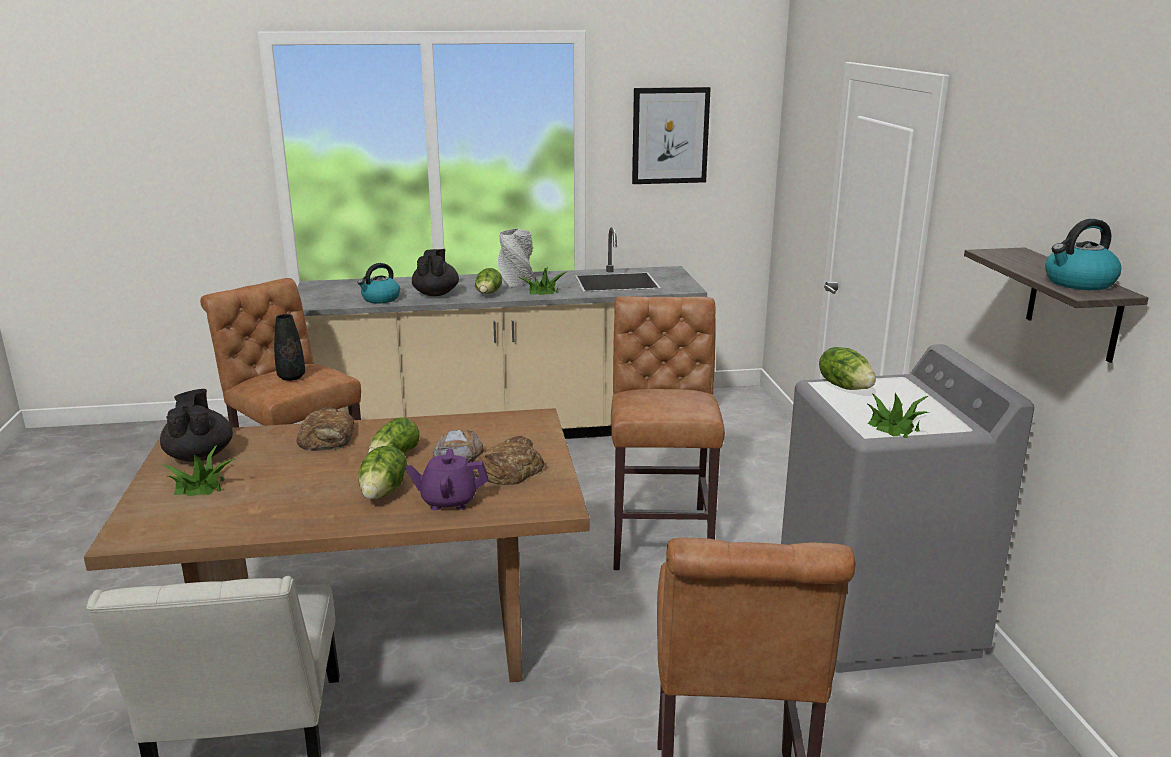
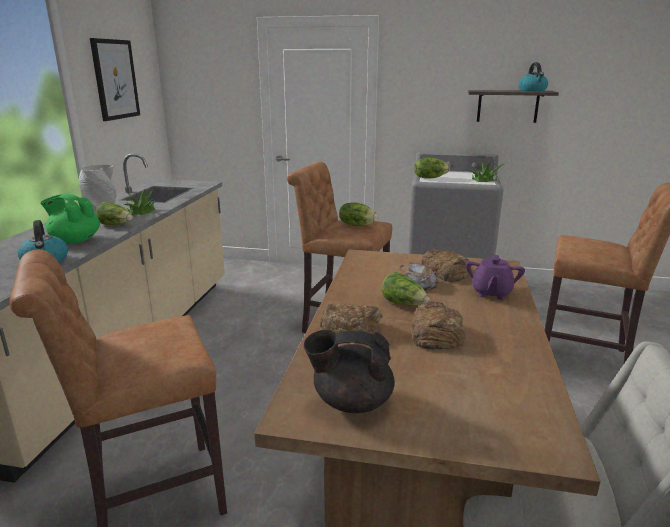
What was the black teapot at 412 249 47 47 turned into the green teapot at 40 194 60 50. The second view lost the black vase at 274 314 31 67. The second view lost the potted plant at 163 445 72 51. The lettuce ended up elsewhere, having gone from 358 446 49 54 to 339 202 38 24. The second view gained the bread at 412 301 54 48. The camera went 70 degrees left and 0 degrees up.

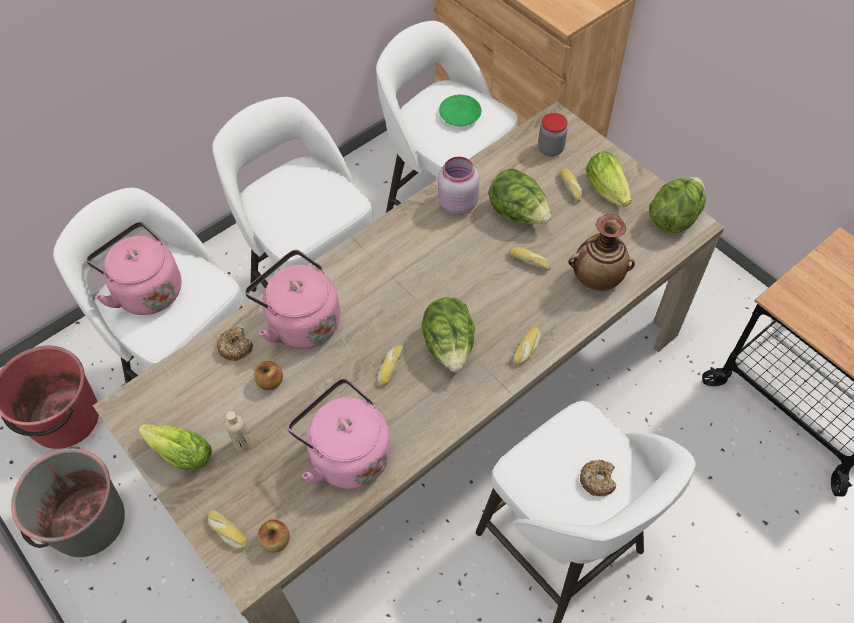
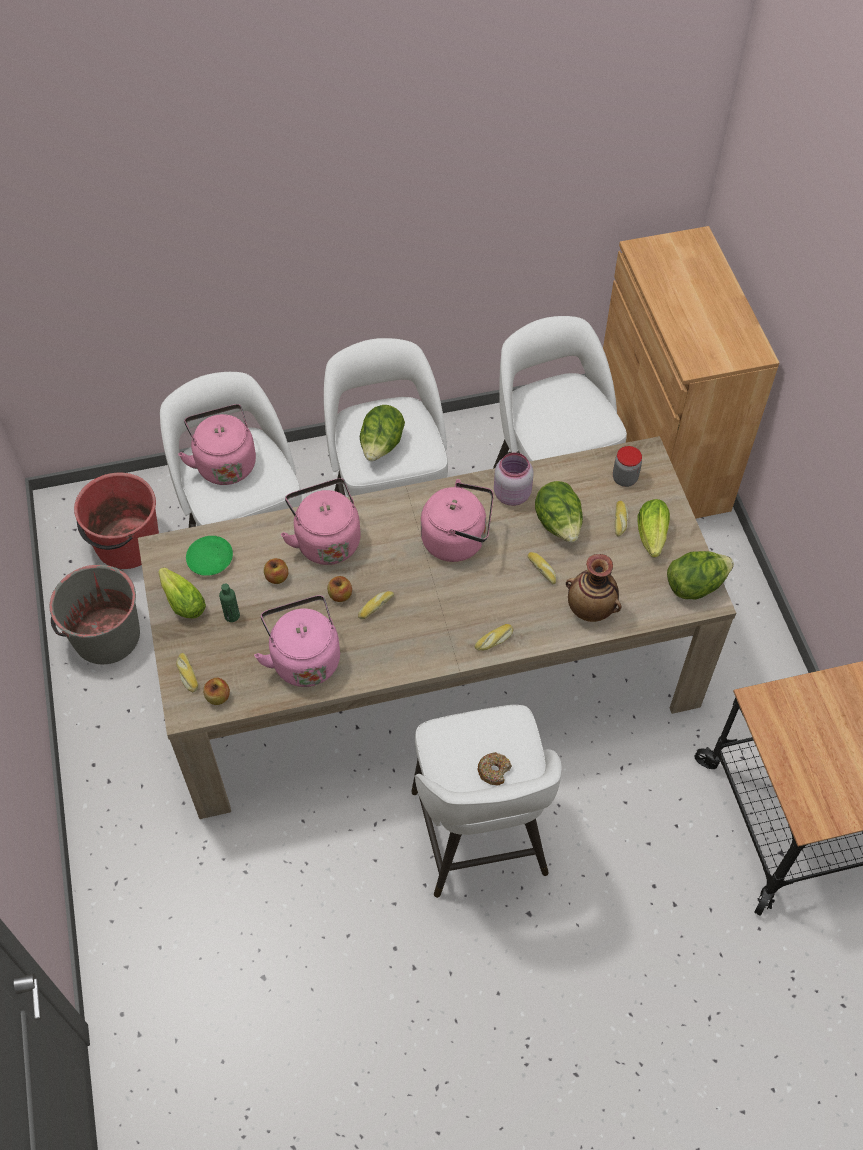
The green plate ended up elsewhere, having gone from 439 94 43 32 to 186 536 47 40. The lettuce ended up elsewhere, having gone from 422 297 53 75 to 360 405 45 56. The second view lost the donut at 217 327 36 34. What was the beige bottle at 225 411 28 41 turned into the green bottle at 219 583 21 39. The second view gained the pink kettle at 421 479 73 83. The second view gained the apple at 327 576 25 26. The camera went 25 degrees right and 0 degrees up.

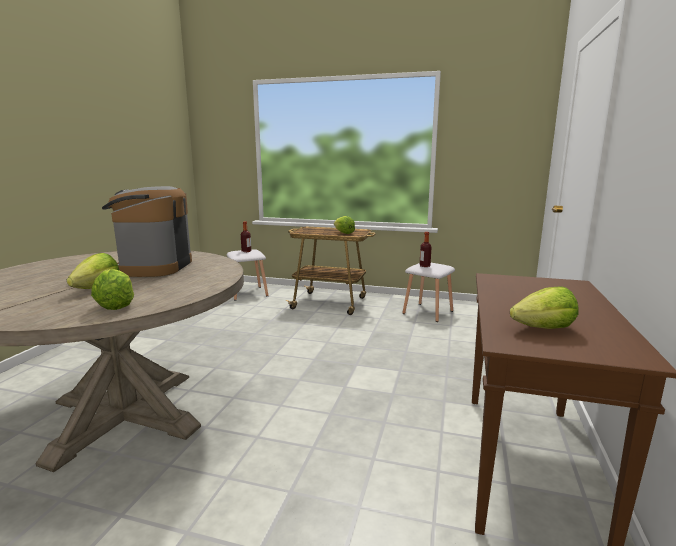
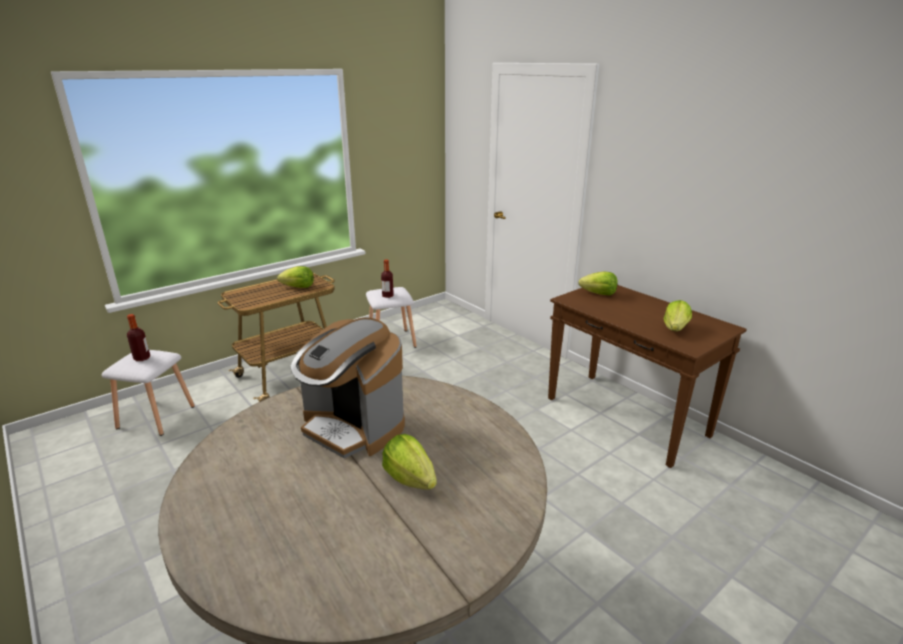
The lettuce ended up elsewhere, having gone from 91 269 43 41 to 578 271 40 24. The camera went 55 degrees left and 10 degrees up.

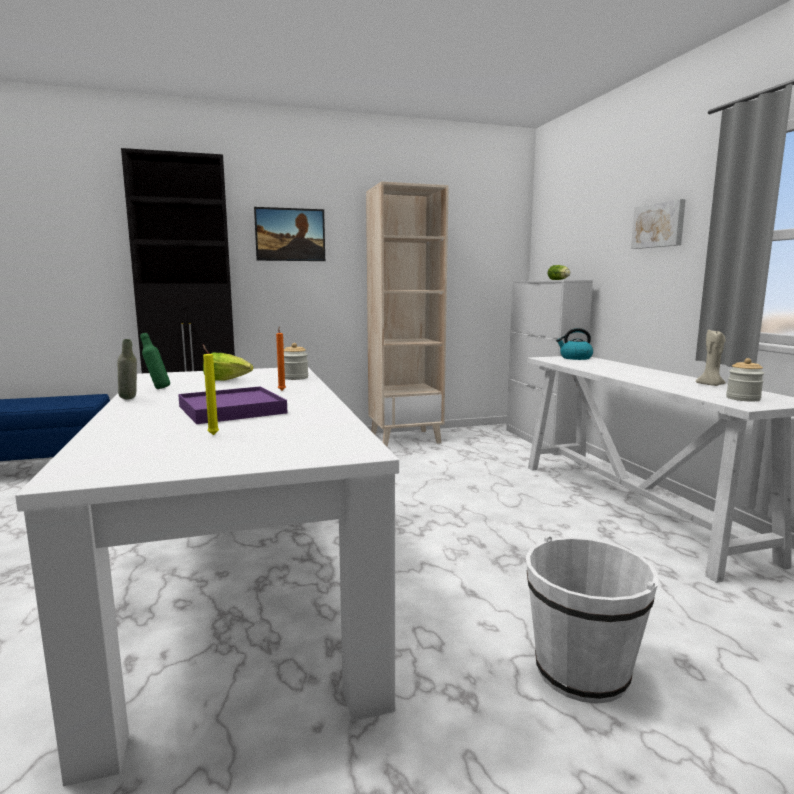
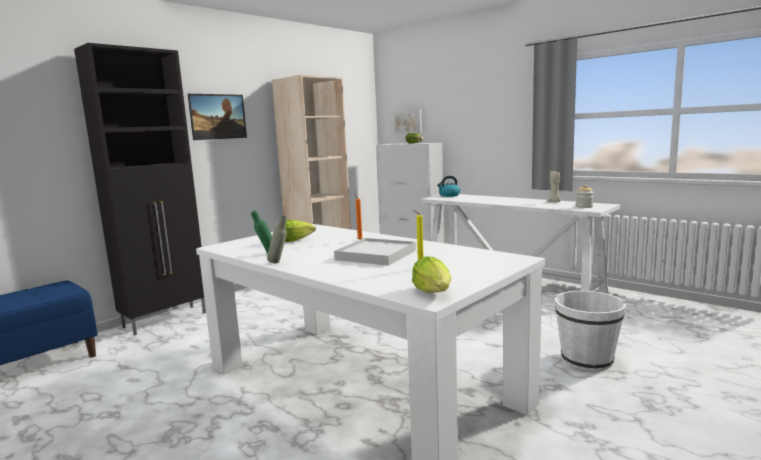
The picture ended up elsewhere, having gone from 631 199 55 50 to 393 109 29 25. The second view lost the jar at 284 343 24 37. What was the purple tray at 178 386 109 38 turned into the white tray at 334 238 82 28. The second view gained the lettuce at 412 256 39 37. The camera went 30 degrees left and 0 degrees up.

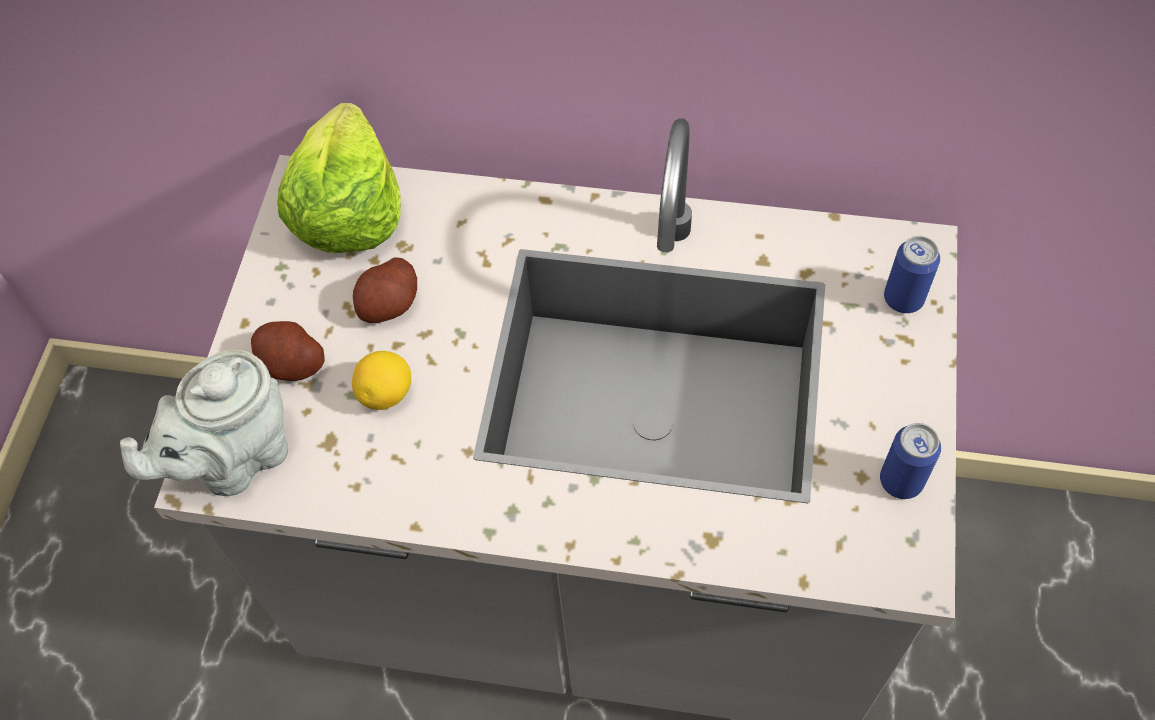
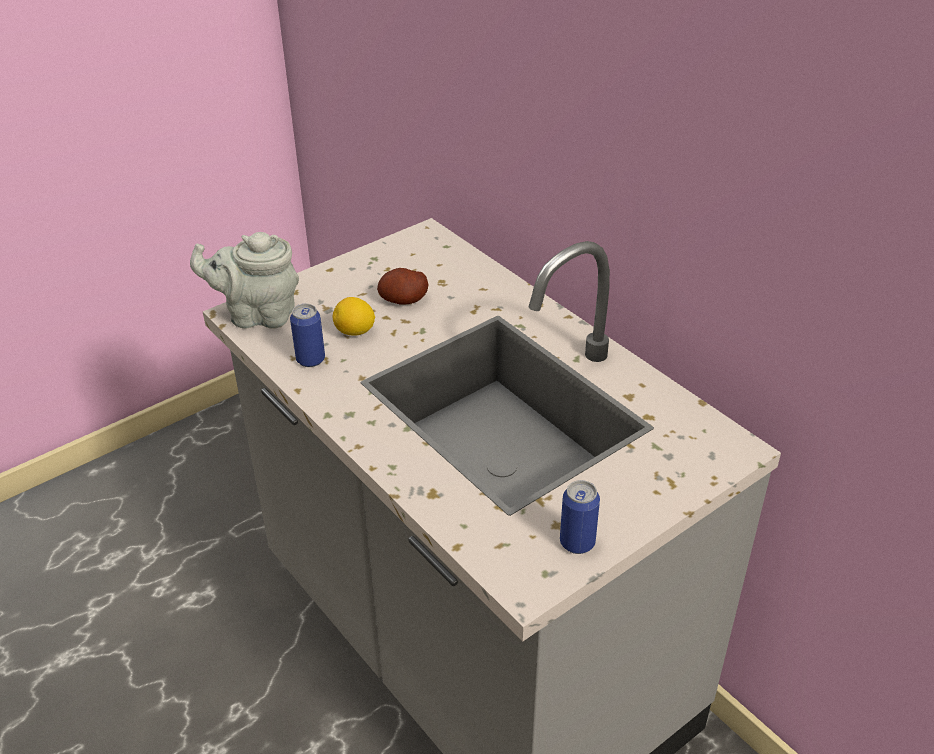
The second view lost the lettuce at 277 103 124 150. The can ended up elsewhere, having gone from 884 236 56 77 to 290 304 35 63. The second view lost the potato at 251 321 74 60. The camera went 40 degrees right and 20 degrees down.

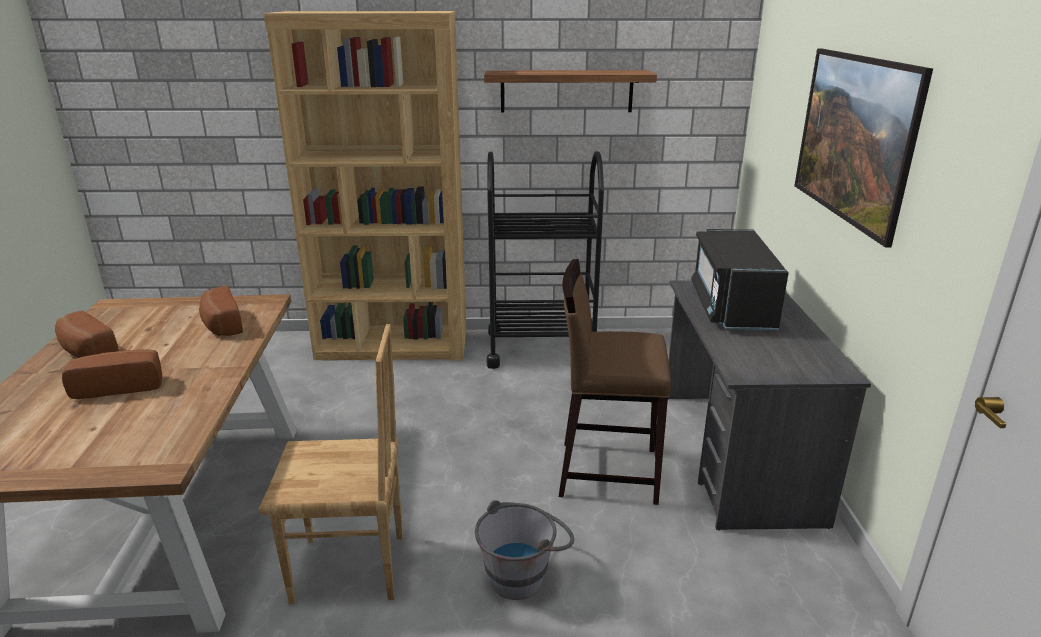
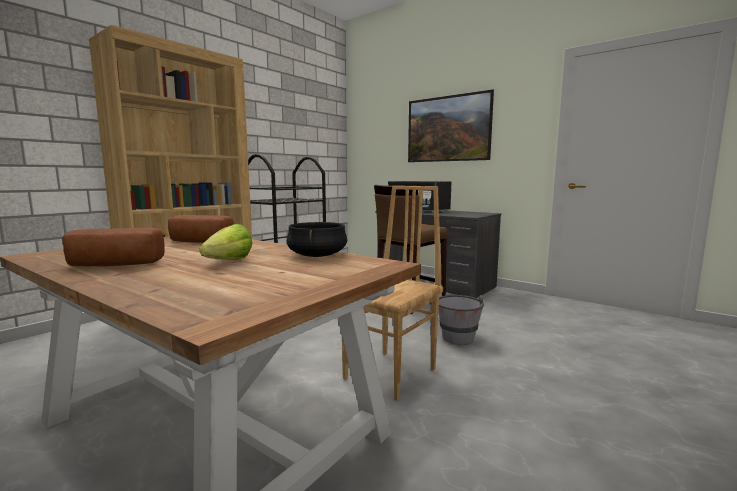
The second view lost the shelf at 484 70 173 42. Where the bread stood at 62 350 100 49, the lettuce came to stand at 200 224 52 36. The second view gained the black cooking pot at 287 222 60 35. The camera went 50 degrees left and 15 degrees down.

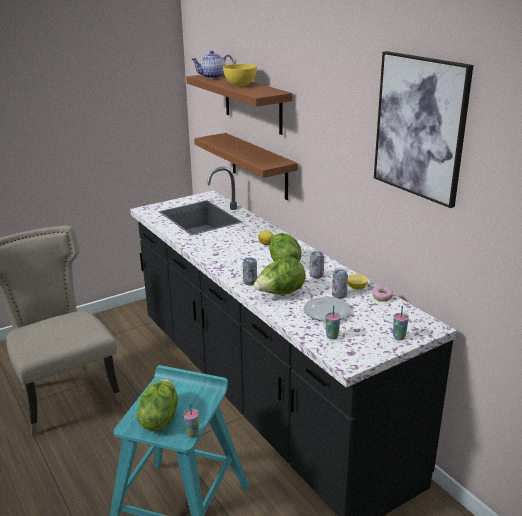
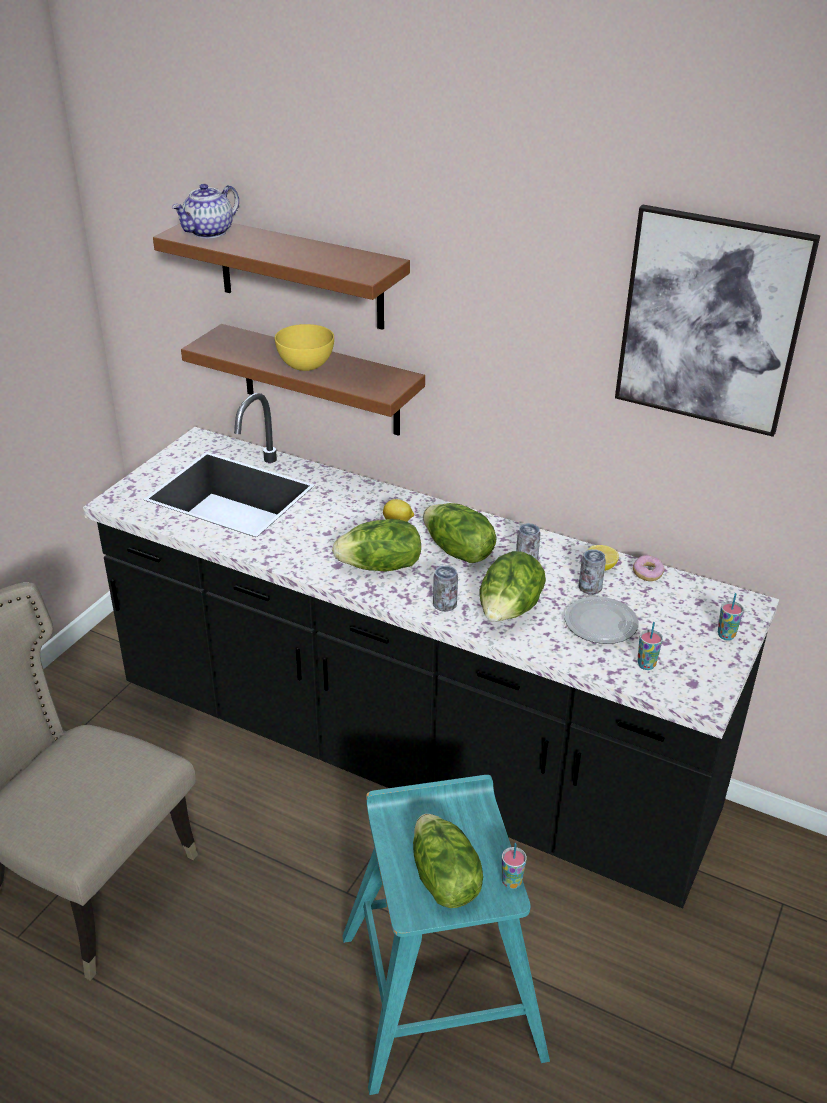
The yellow bowl ended up elsewhere, having gone from 223 64 34 22 to 275 324 59 47. The second view gained the lettuce at 332 519 89 52. The camera went 30 degrees left and 10 degrees up.

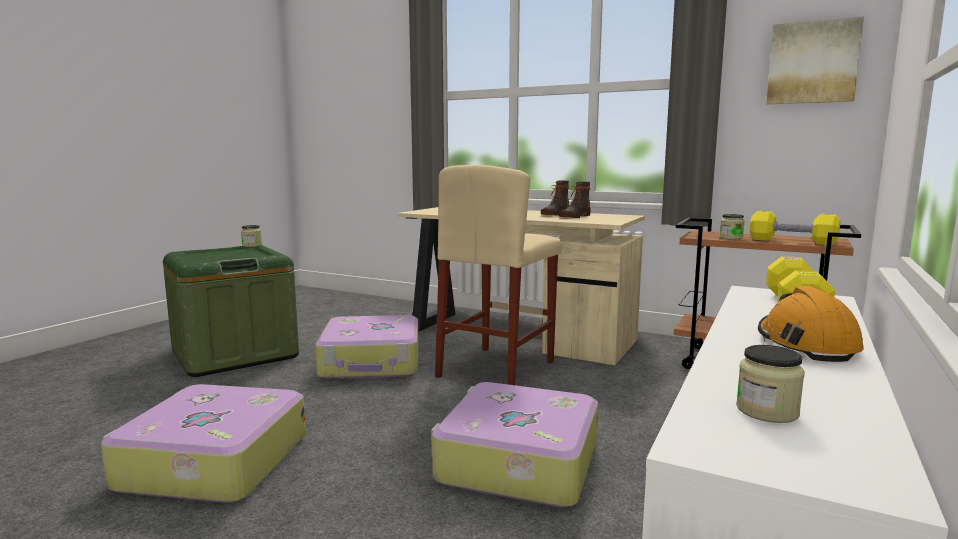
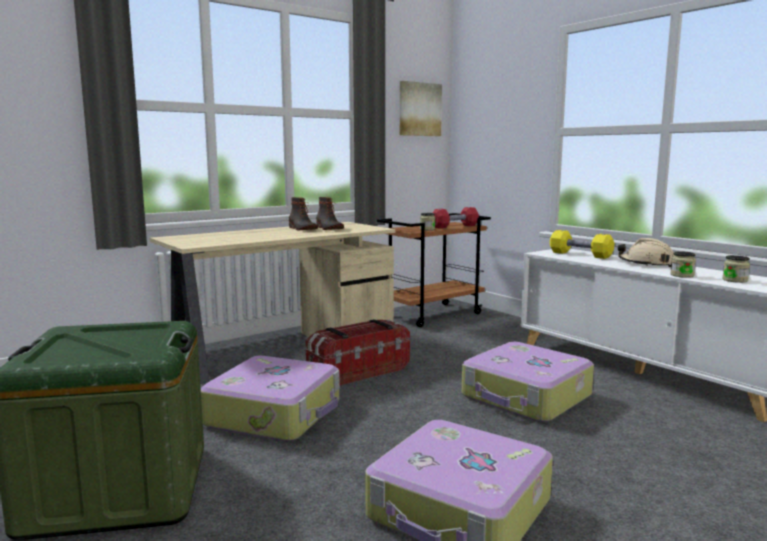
Where the beige stool stood at 435 165 127 220, the storage box came to stand at 306 319 104 66. What was the yellow dumbbell at 750 211 90 34 turned into the red dumbbell at 433 207 46 22. The jar ended up elsewhere, having gone from 241 225 21 22 to 670 251 26 27. What was the orange hard hat at 758 286 106 76 turned into the beige hard hat at 618 238 56 29. The camera went 65 degrees left and 0 degrees up.

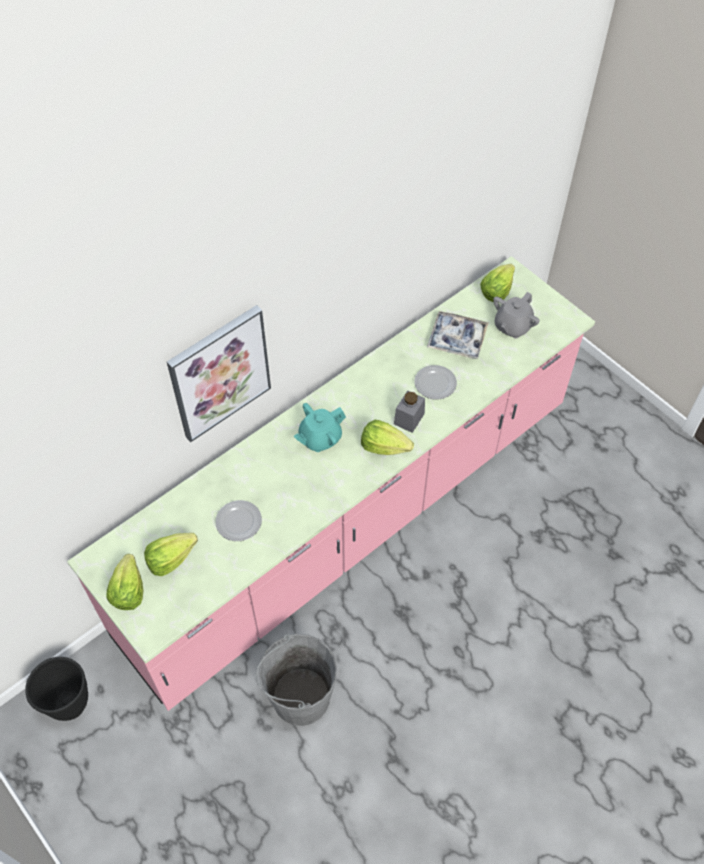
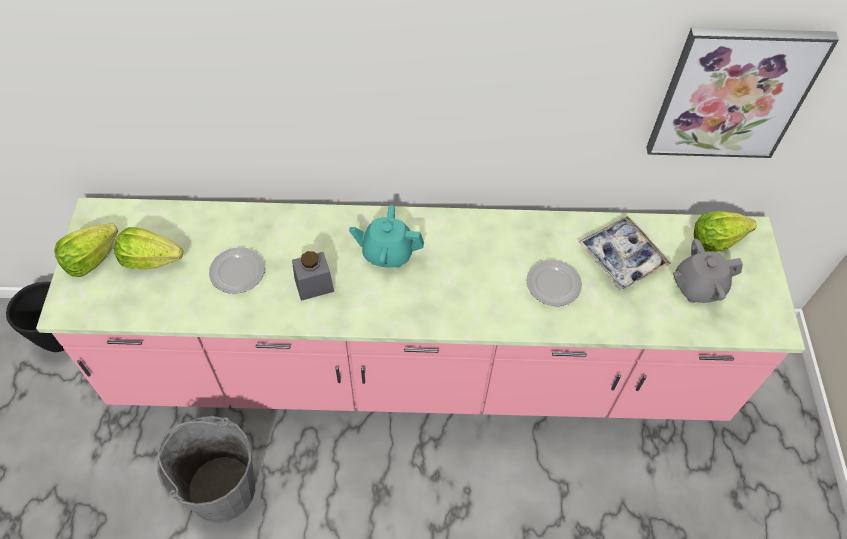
The picture ended up elsewhere, having gone from 167 305 104 137 to 646 27 193 131. The grey jar ended up elsewhere, having gone from 394 390 31 43 to 292 251 42 50. The second view lost the lettuce at 361 420 53 35. The camera went 40 degrees right and 0 degrees up.

